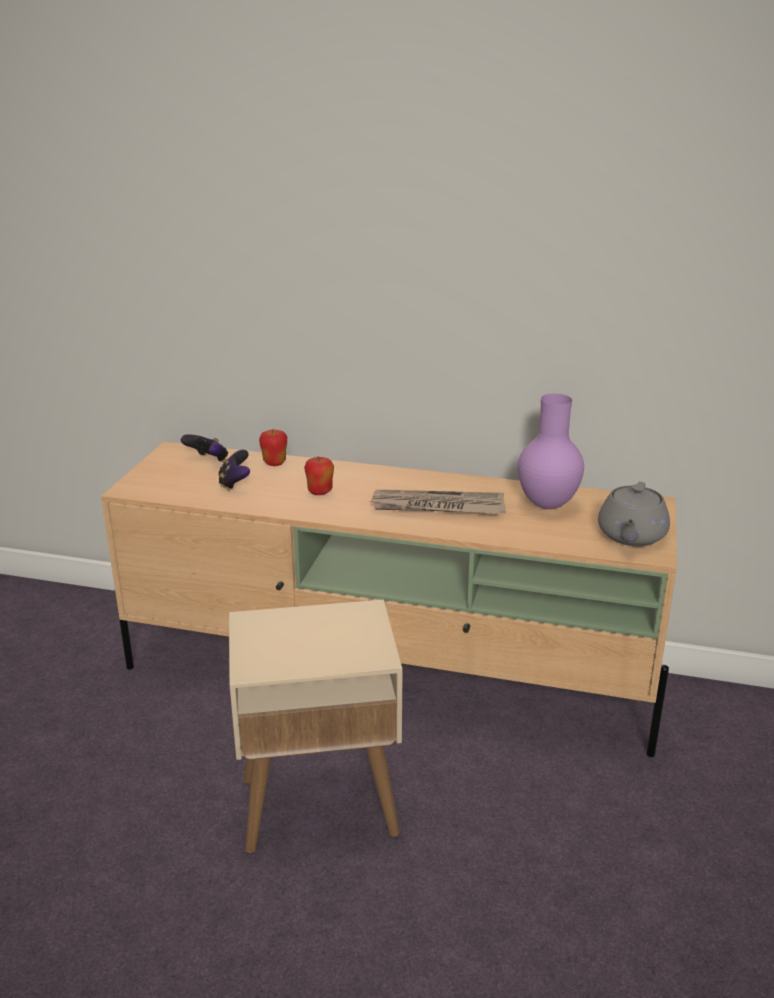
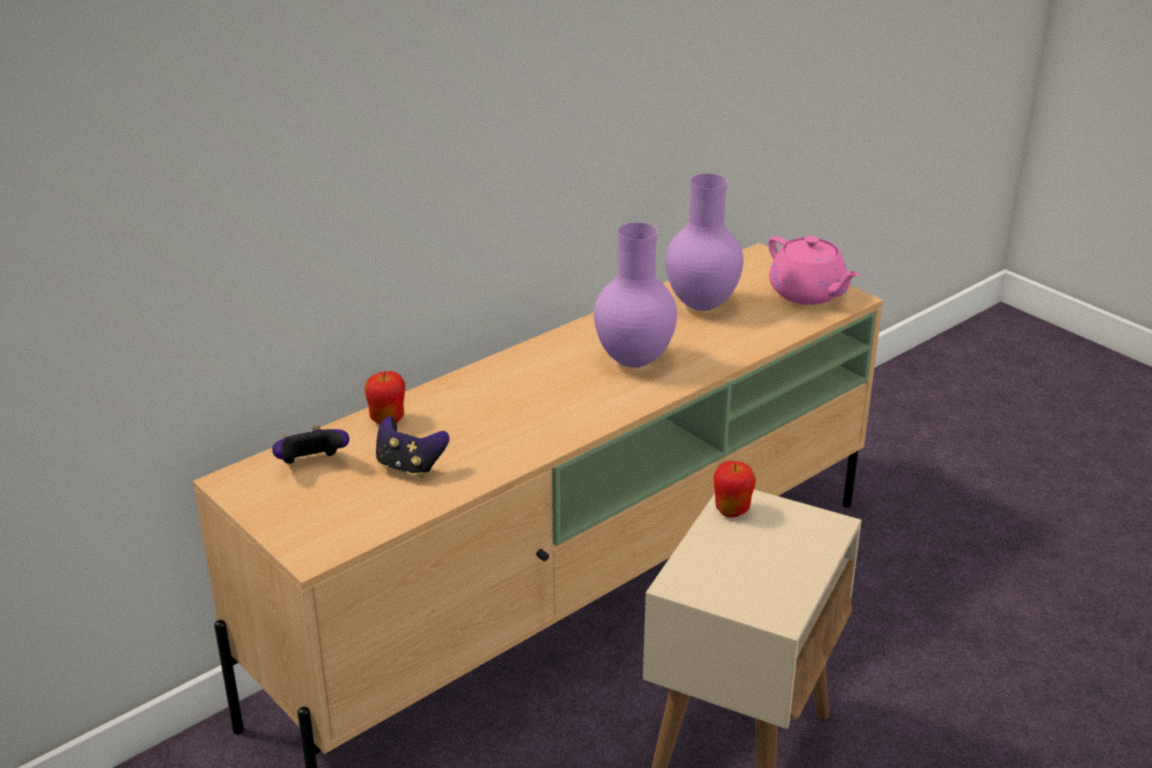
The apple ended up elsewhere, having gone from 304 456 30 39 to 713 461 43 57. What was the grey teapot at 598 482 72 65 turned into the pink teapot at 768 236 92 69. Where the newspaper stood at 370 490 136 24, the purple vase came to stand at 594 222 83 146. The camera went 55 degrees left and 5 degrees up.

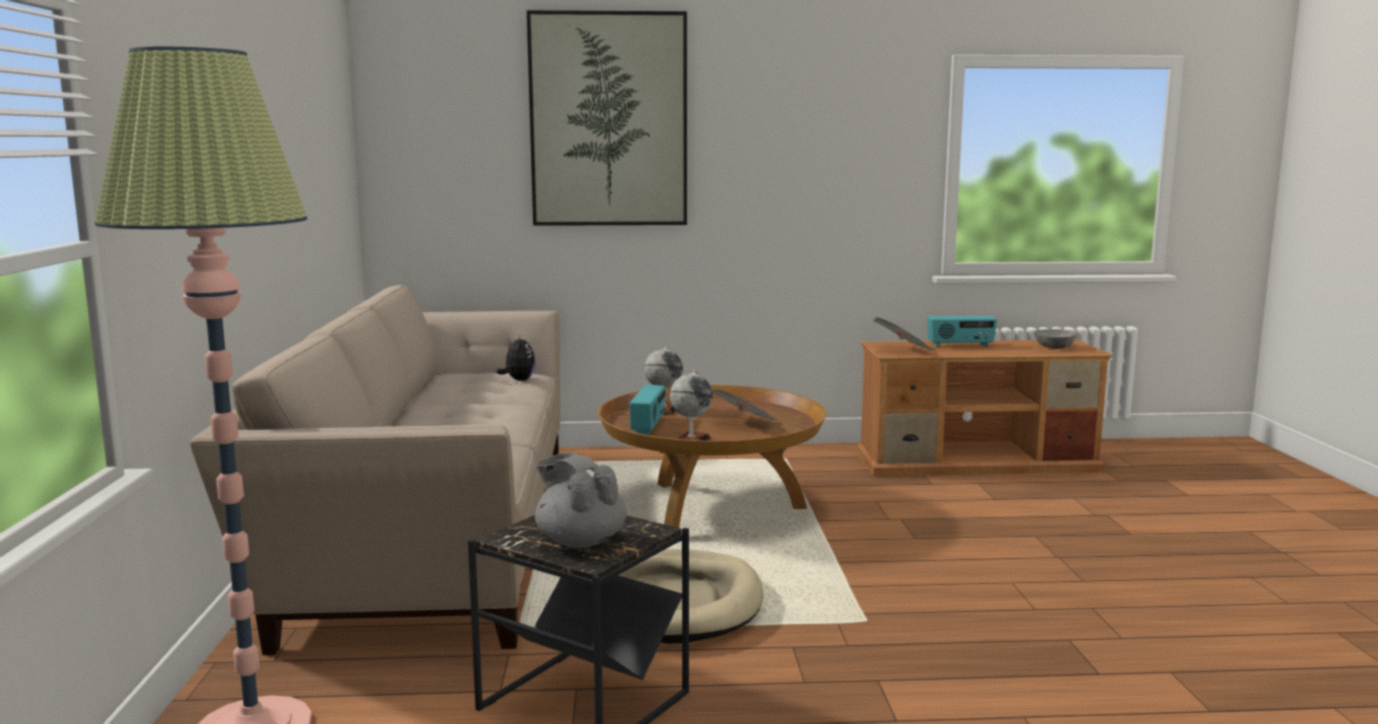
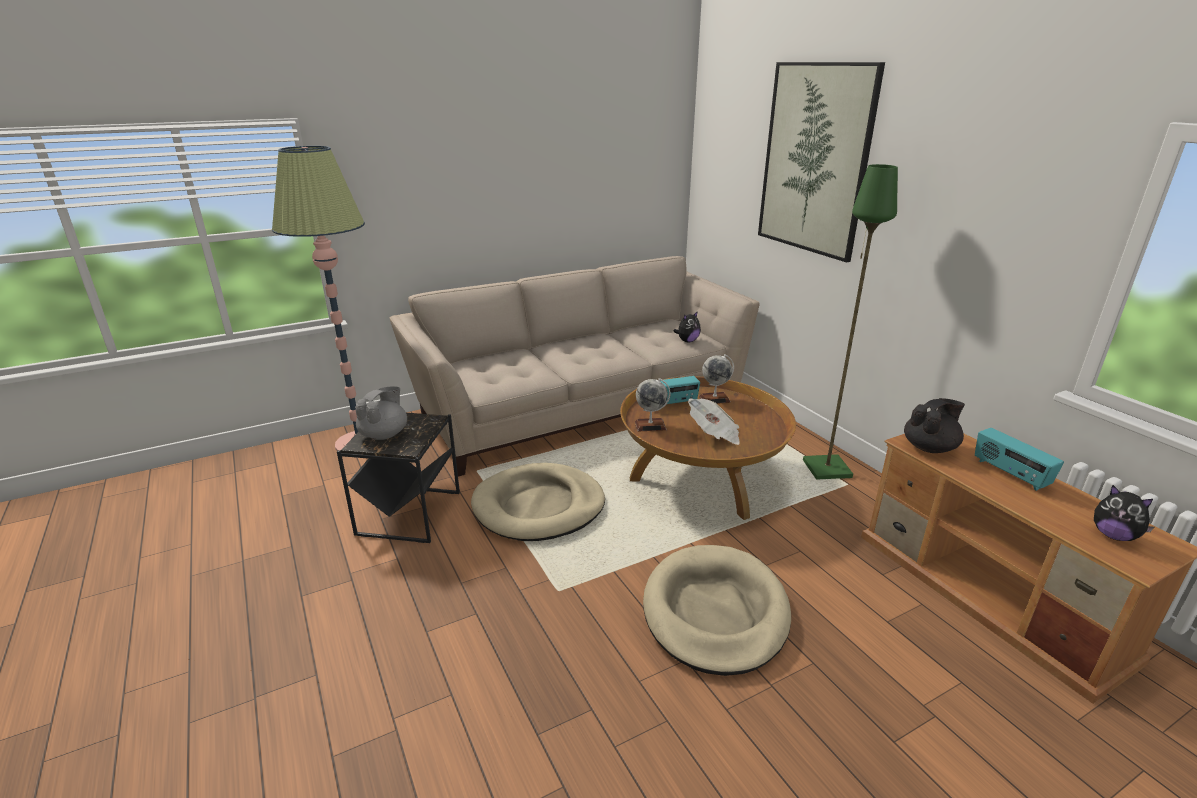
Where the newspaper stood at 873 318 63 32, the black teapot came to stand at 904 398 61 55. Where the grey bowl stood at 1034 329 43 20, the plush toy came to stand at 1094 485 60 56. The second view gained the green floor lamp at 803 164 95 316. The second view gained the beige dog bed at 643 545 148 131. The camera went 65 degrees right and 15 degrees up.

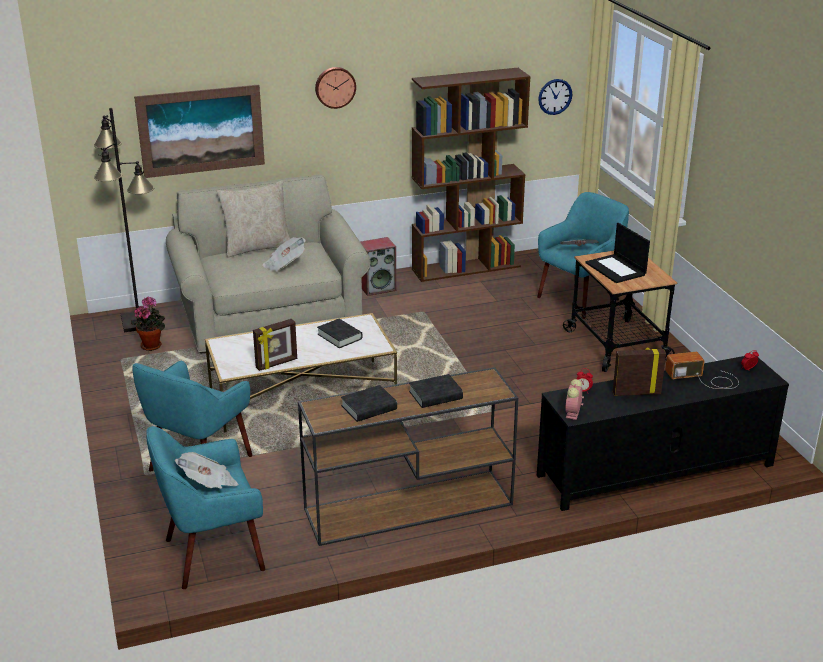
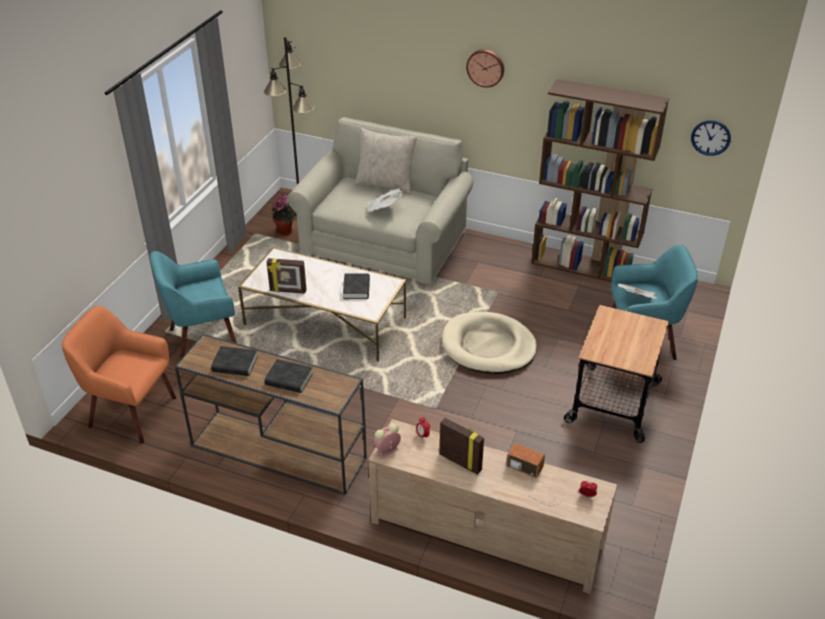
The second view lost the picture at 134 84 131 94. The second view lost the laptop at 585 223 65 60. The second view lost the speaker at 360 237 36 59. What was the black tv stand at 537 356 252 155 turned into the beige tv stand at 368 419 250 175. What was the turquoise armchair at 146 426 120 163 turned into the orange armchair at 62 306 114 138. The second view lost the newspaper at 175 452 63 37. The second view gained the beige dog bed at 442 312 95 62. The camera went 40 degrees right and 10 degrees up.

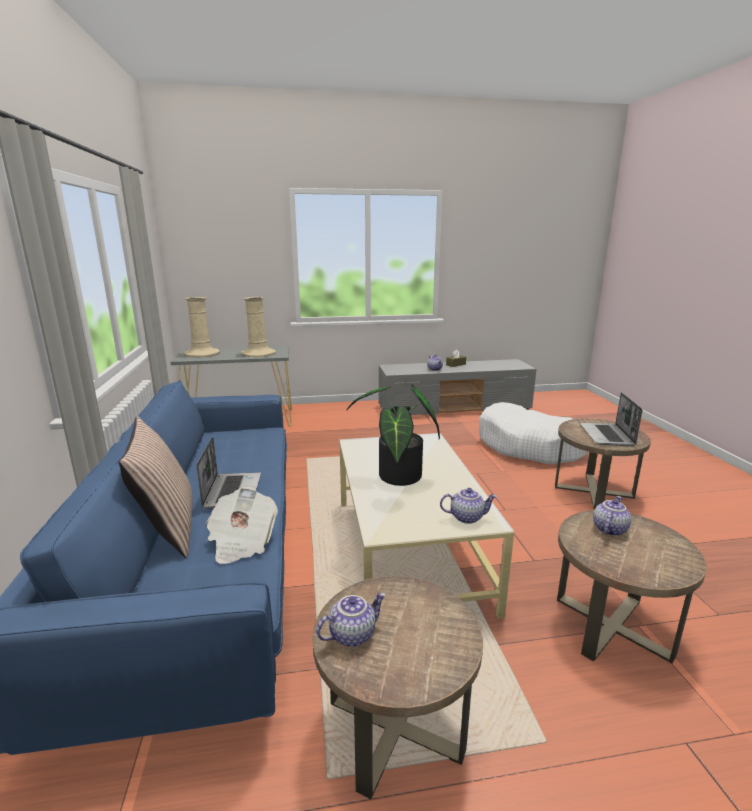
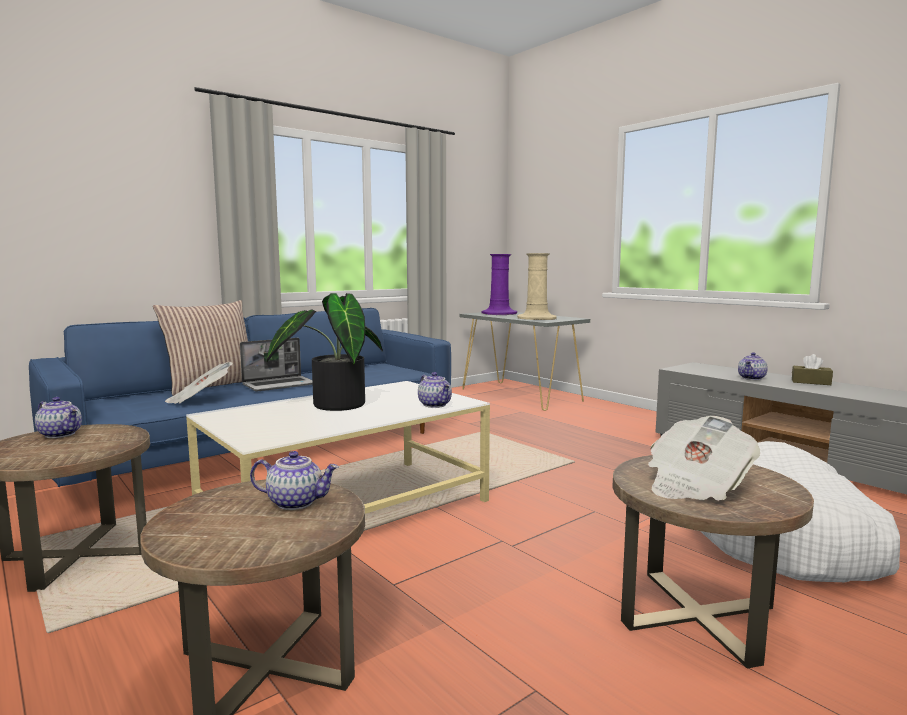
What was the beige vase at 184 297 36 61 turned into the purple vase at 482 254 35 61. Where the laptop stood at 580 392 62 54, the newspaper came to stand at 648 416 112 85. The teapot ended up elsewhere, having gone from 440 488 57 36 to 418 372 34 36. The camera went 60 degrees right and 10 degrees down.

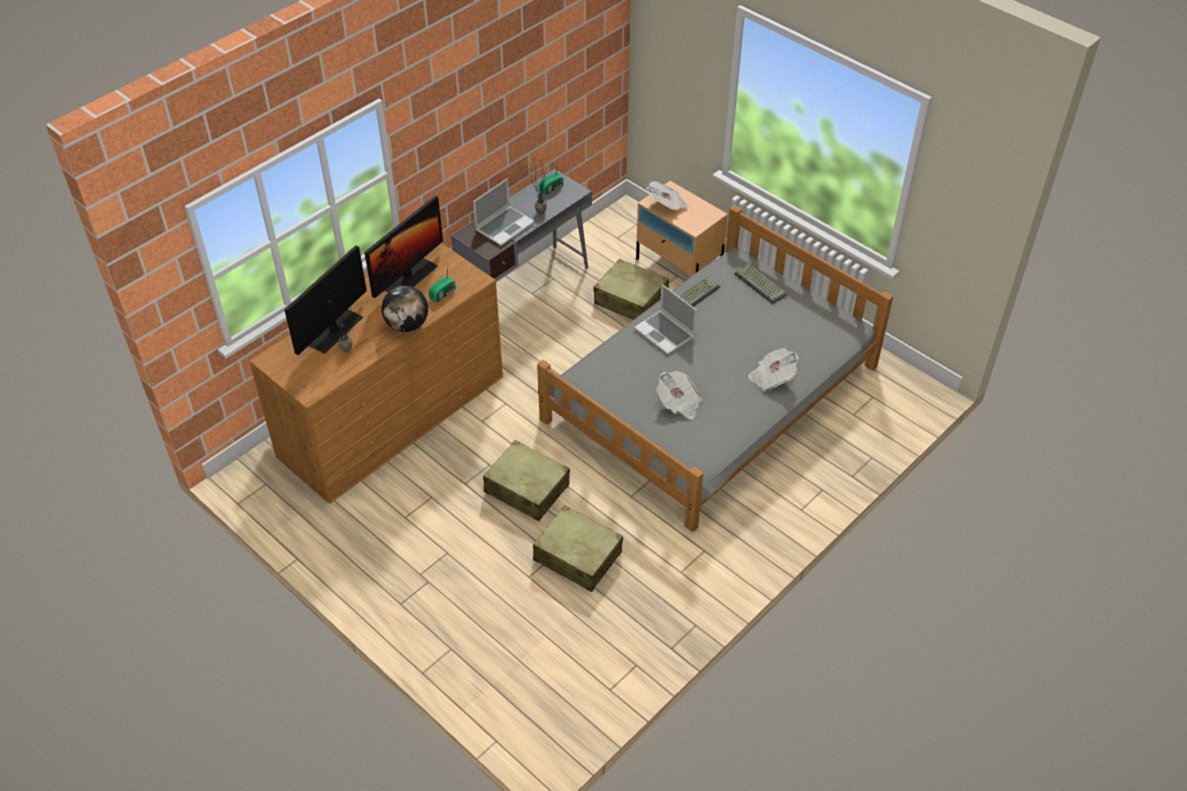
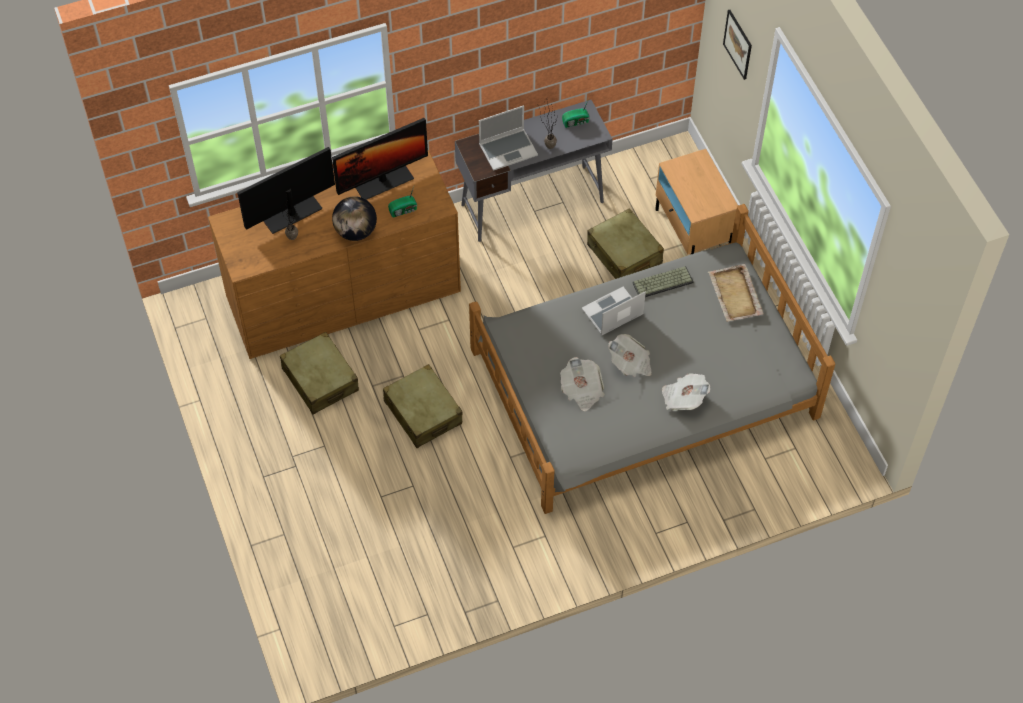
The newspaper ended up elsewhere, having gone from 646 181 43 29 to 608 334 43 43. Where the keyboard stood at 734 264 53 40, the beige tray came to stand at 708 264 56 58. The laptop at 634 284 63 70 ended up facing another way, 75 degrees clockwise from before. The beige suitcase ended up elsewhere, having gone from 533 506 90 86 to 280 332 79 83. The second view gained the picture at 723 10 29 70. The camera went 25 degrees right and 10 degrees up.

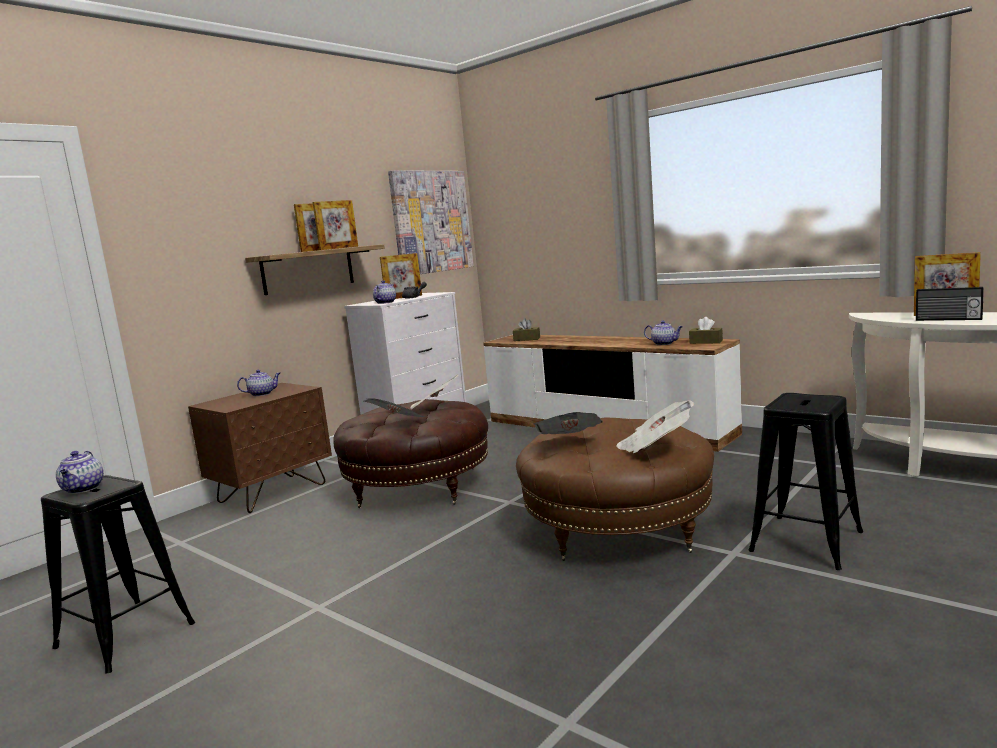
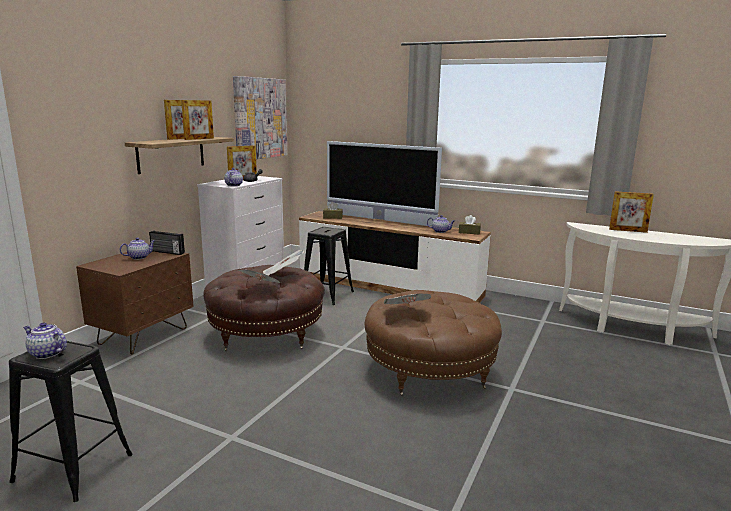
The radio ended up elsewhere, having gone from 916 287 68 34 to 149 231 36 24. The black stool ended up elsewhere, having gone from 748 393 115 177 to 304 227 50 78. The second view lost the newspaper at 616 400 79 53. The teapot at 56 451 48 43 ended up facing another way, 135 degrees clockwise from before. The second view gained the television at 327 141 115 85. The camera went 15 degrees left and 5 degrees up.

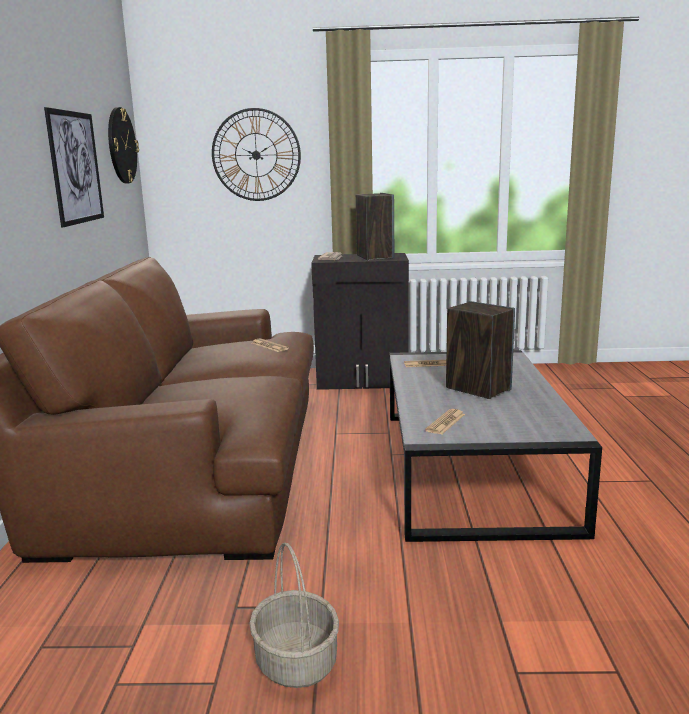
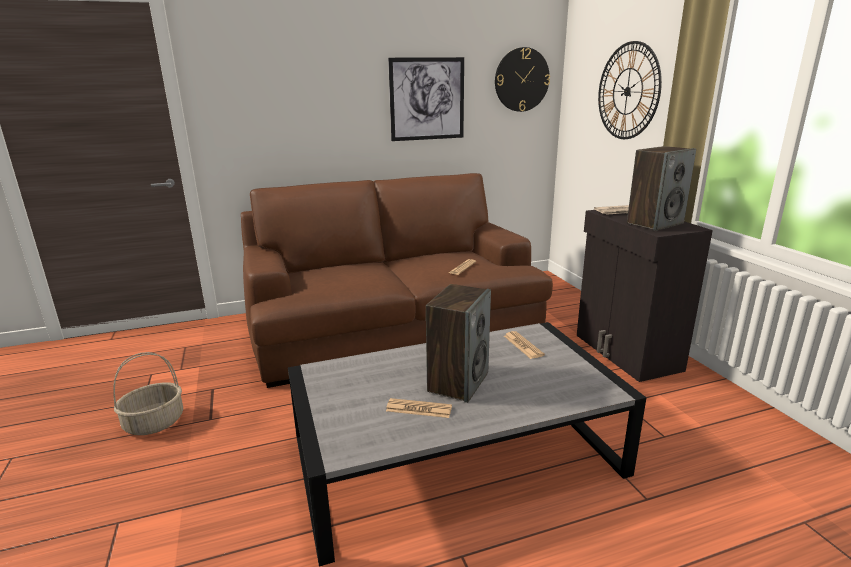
The newspaper ended up elsewhere, having gone from 425 409 40 25 to 386 398 66 20. The camera went 70 degrees right and 5 degrees up.

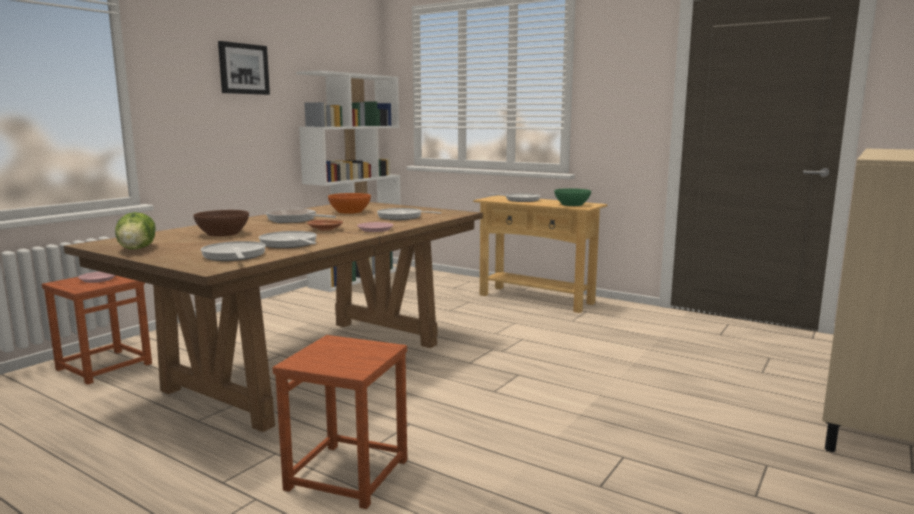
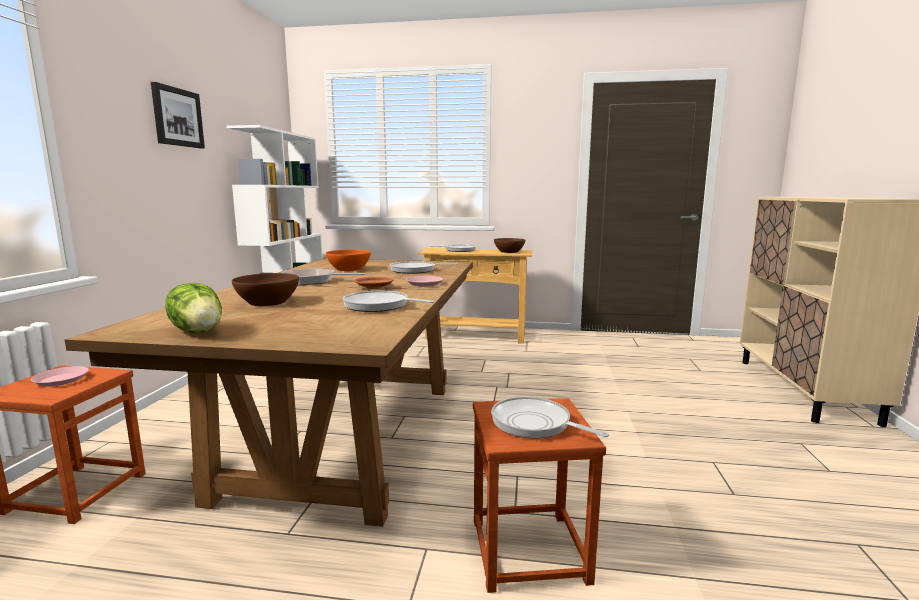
What was the green bowl at 554 188 37 18 turned into the brown bowl at 494 238 31 15. The frying pan ended up elsewhere, having gone from 201 241 65 20 to 491 397 118 41. The camera went 25 degrees left and 0 degrees up.

